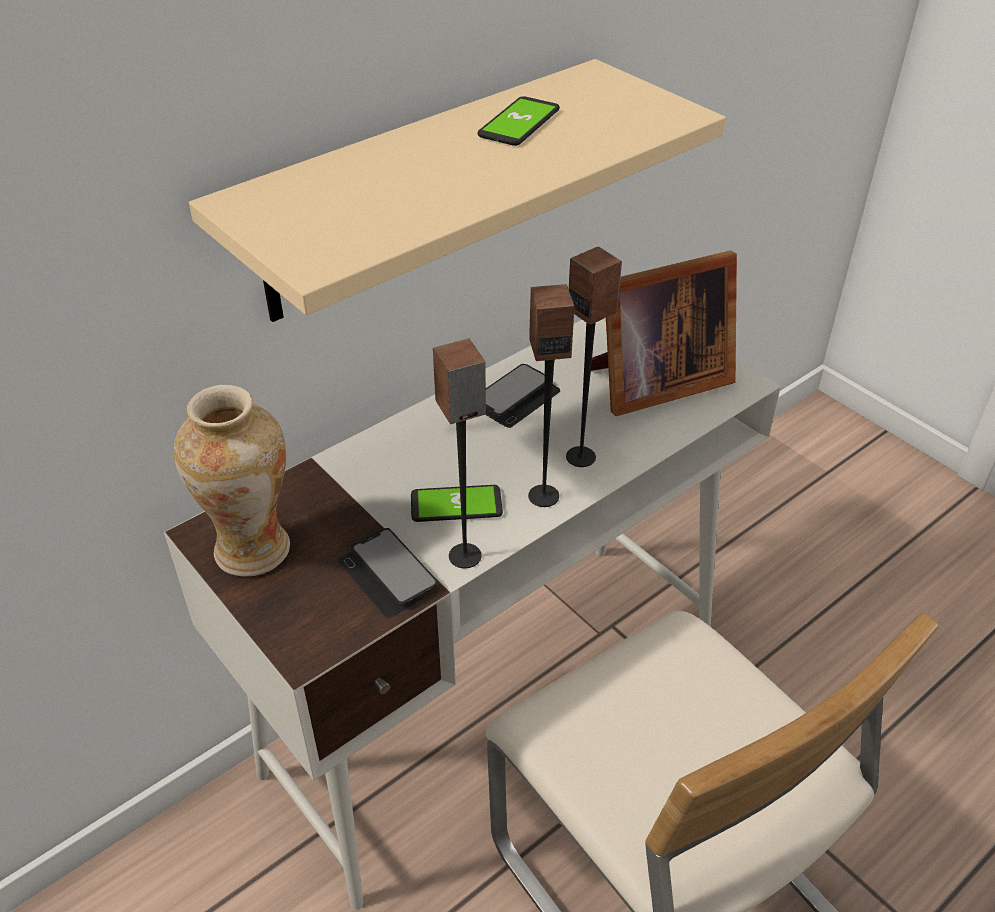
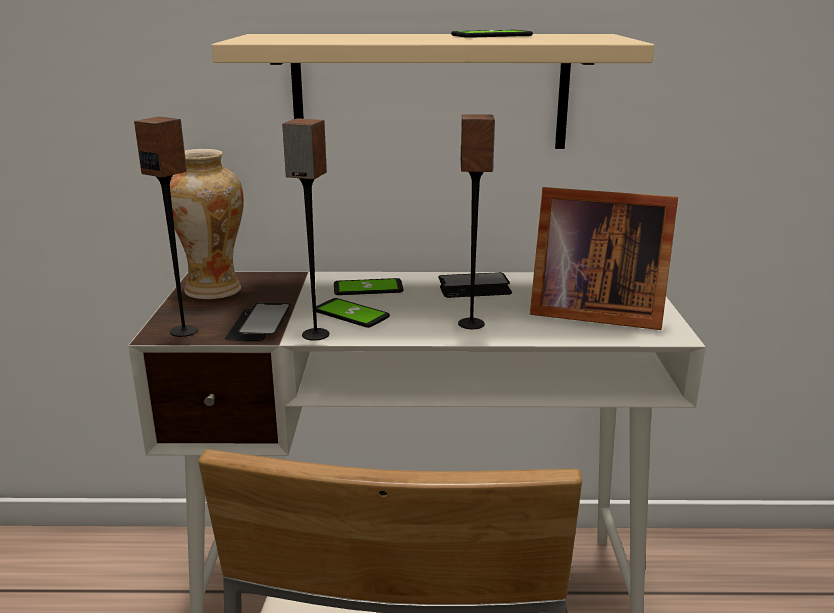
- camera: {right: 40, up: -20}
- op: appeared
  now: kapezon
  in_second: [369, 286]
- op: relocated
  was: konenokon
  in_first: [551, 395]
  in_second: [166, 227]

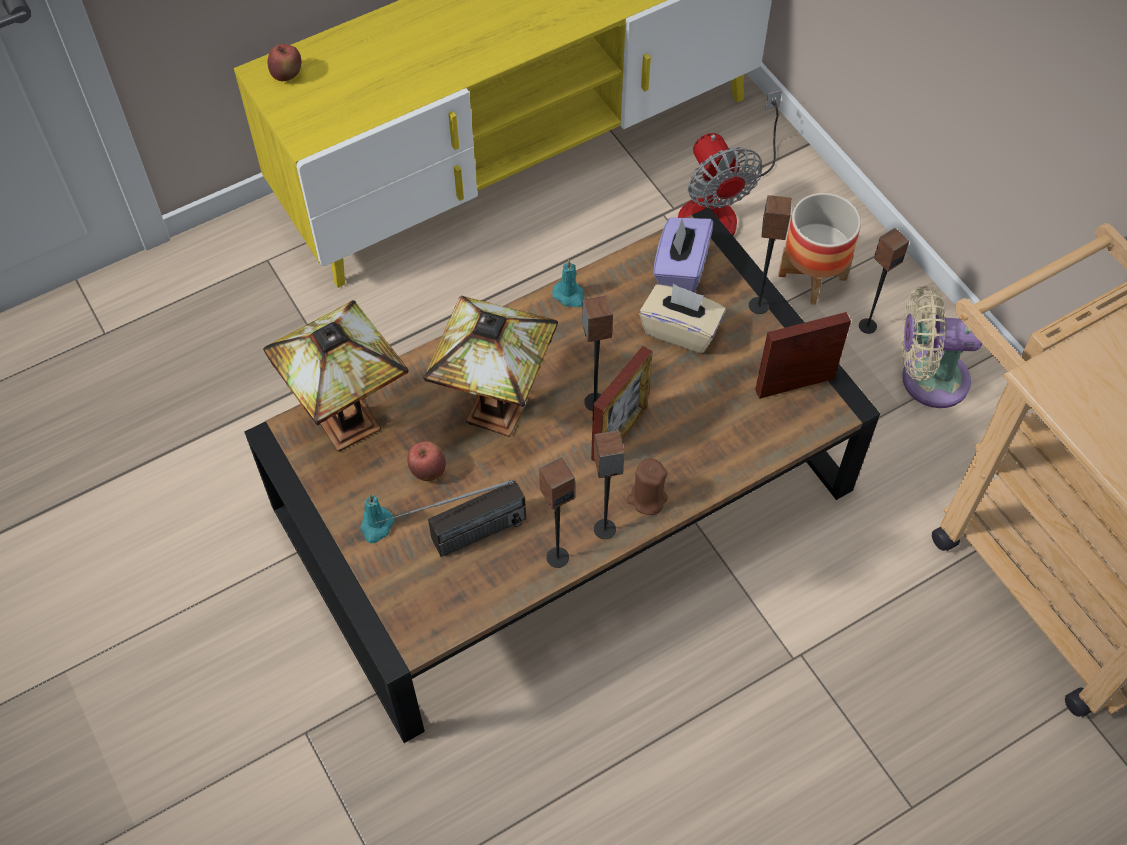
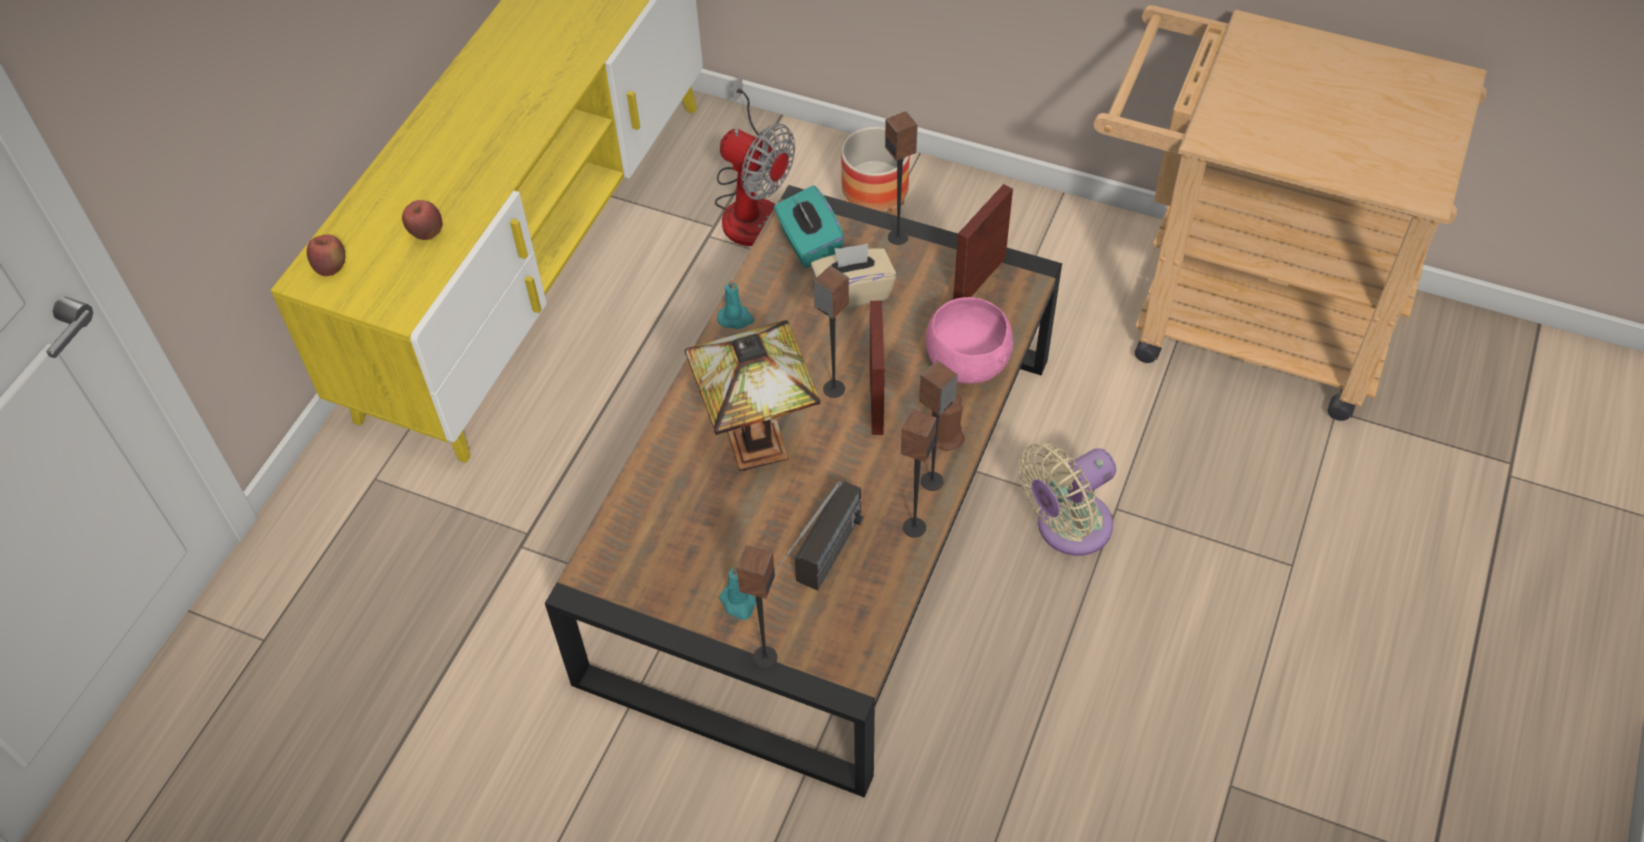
- camera: {right: -35, up: -5}
- op: missing
  was: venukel
  in_first: [335, 376]
- op: appeared
  now: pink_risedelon
  in_second: [969, 340]
- op: relocated
  was: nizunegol
  in_first: [426, 461]
  in_second: [422, 220]
- op: relocated
  was: konenokon
  in_first: [884, 281]
  in_second: [756, 607]
- op: relocated
  was: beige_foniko
  in_first: [942, 346]
  in_second: [1067, 499]
- op: colour
  was: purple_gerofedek
  now: turquoise_gerofedek
  in_first: [683, 255]
  in_second: [809, 226]

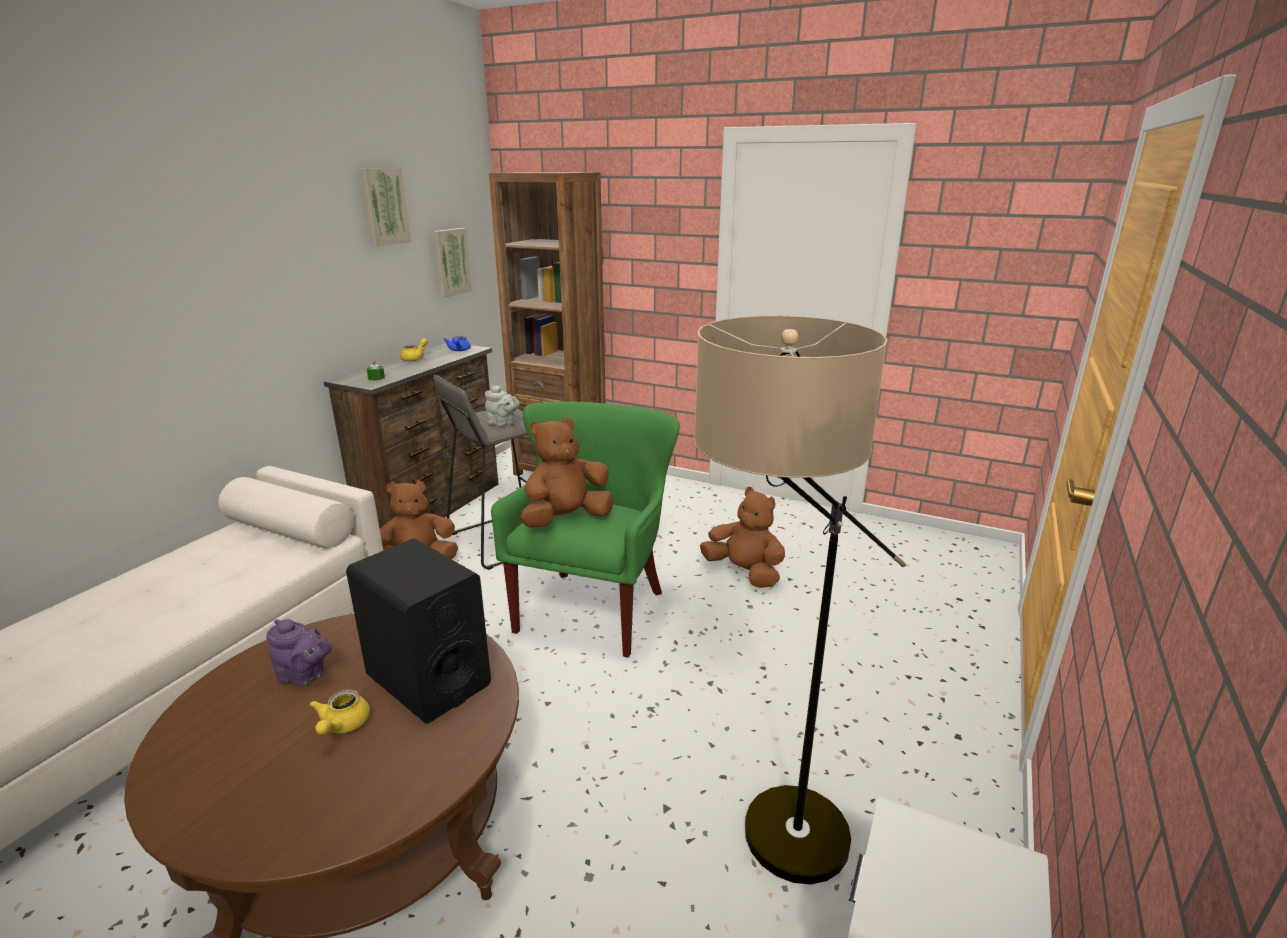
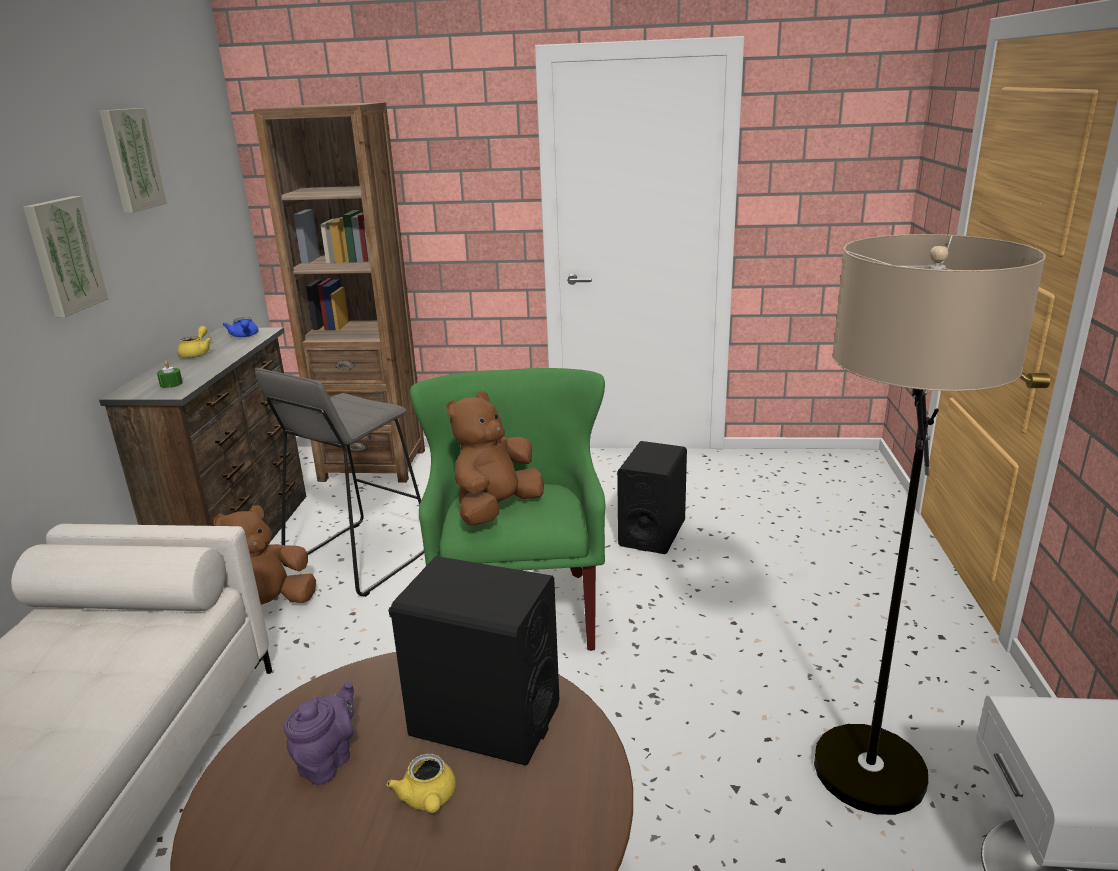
- camera: {right: -20, up: 0}
- op: missing
  was: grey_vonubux
  in_first: [502, 405]
- op: relocated
  was: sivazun
  in_first: [452, 263]
  in_second: [65, 256]
- op: exchanged
  was: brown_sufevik
  now: black_konenokon
  in_first: [742, 537]
  in_second: [652, 497]
- op: spun
  was: purple_vonubux
  in_first: [299, 652]
  in_second: [319, 733]
  clockwise: -60

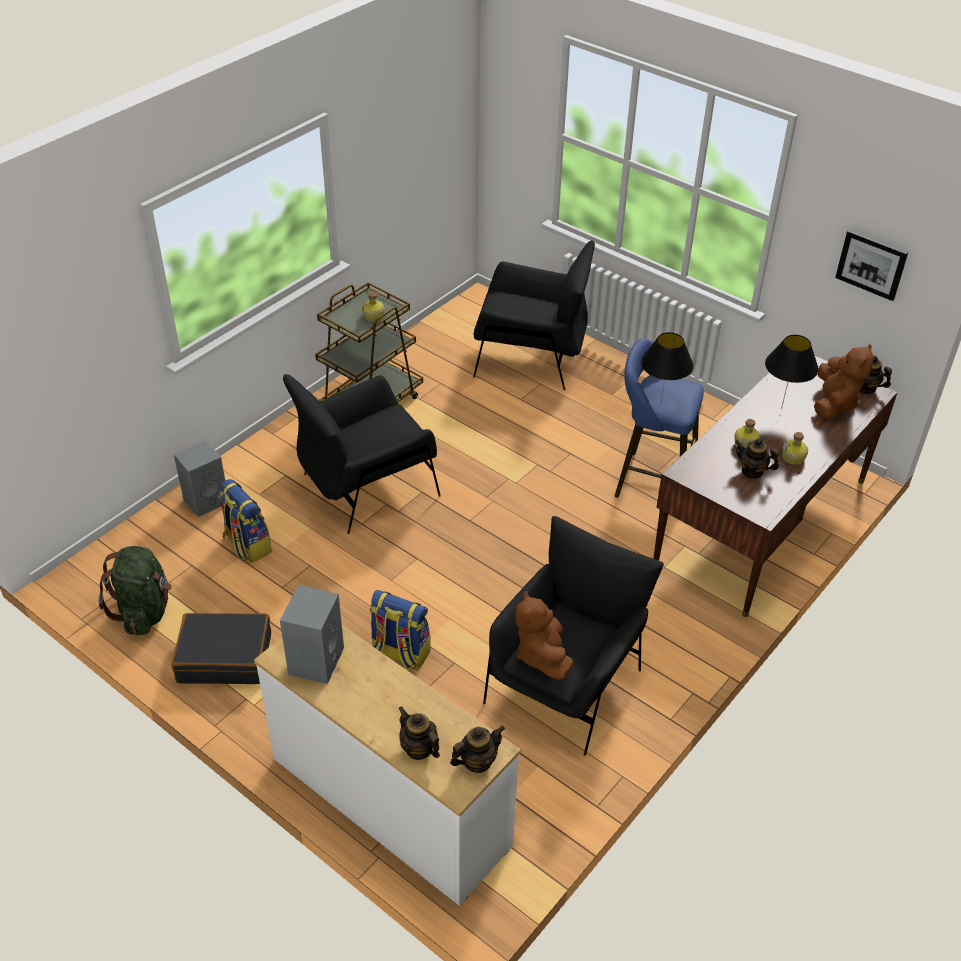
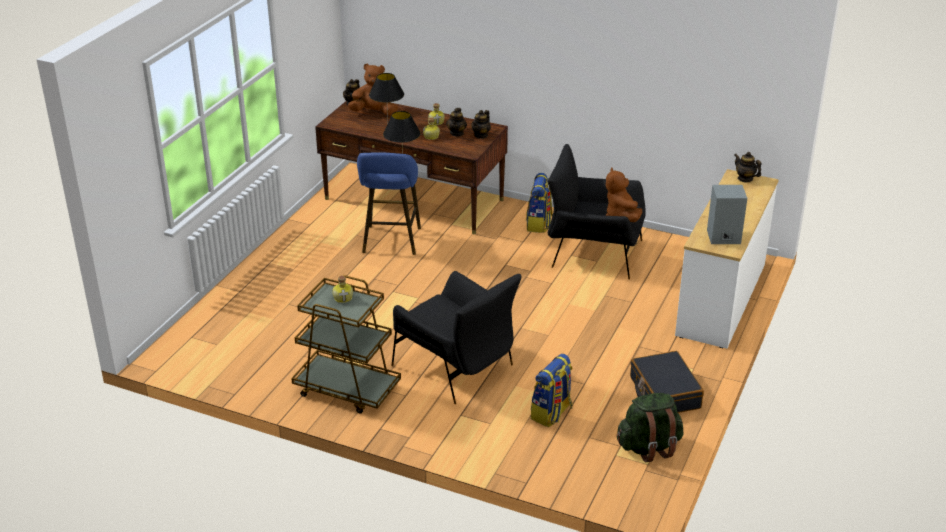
- camera: {right: -105, up: -10}
- op: missing
  was: grey_konenokon
  in_first: [199, 478]
- op: missing
  was: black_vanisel
  in_first: [534, 315]
- op: missing
  was: sivazun
  in_first: [871, 265]
- op: relocated
  was: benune
  in_first: [400, 630]
  in_second: [539, 203]
- op: relocated
  was: vonubux
  in_first: [419, 733]
  in_second: [481, 124]
- op: spun
  was: brown_sufevik
  in_first: [544, 635]
  in_second: [624, 195]
  clockwise: 105

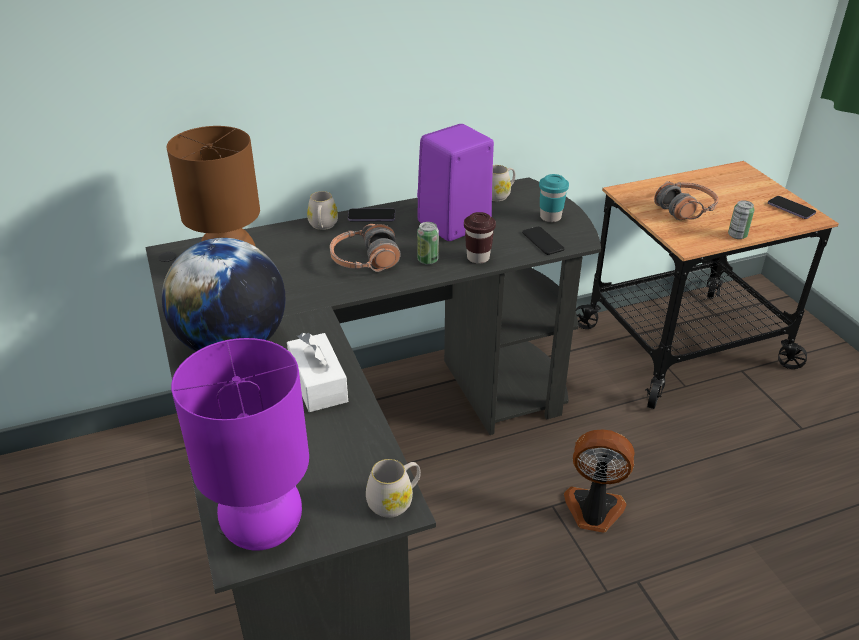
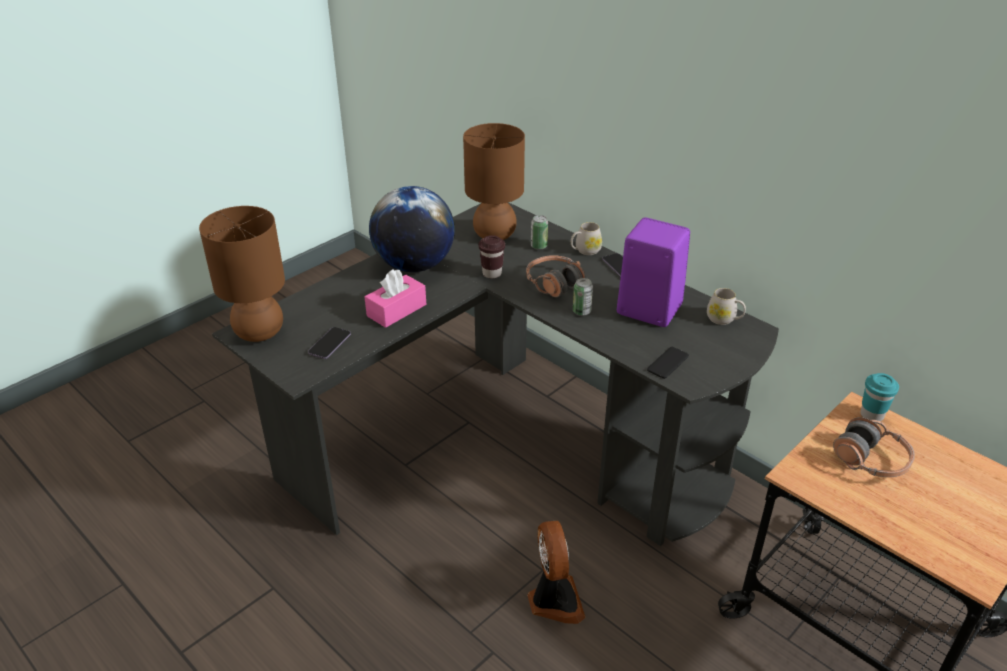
- camera: {right: 65, up: 0}
- op: missing
  was: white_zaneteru
  in_first: [393, 488]
- op: relocated
  was: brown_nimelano
  in_first: [480, 238]
  in_second: [492, 256]
- op: relocated
  was: turquoise_nimelano
  in_first: [554, 198]
  in_second: [880, 397]
- op: relocated
  was: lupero
  in_first: [741, 219]
  in_second: [539, 232]
- op: relocated
  was: kapezon
  in_first: [792, 207]
  in_second: [329, 343]
- op: colour
  was: purple_venukel
  now: brown_venukel
  in_first: [240, 444]
  in_second: [242, 274]
- op: colour
  was: white_gerofedek
  now: pink_gerofedek
  in_first: [317, 372]
  in_second: [395, 298]

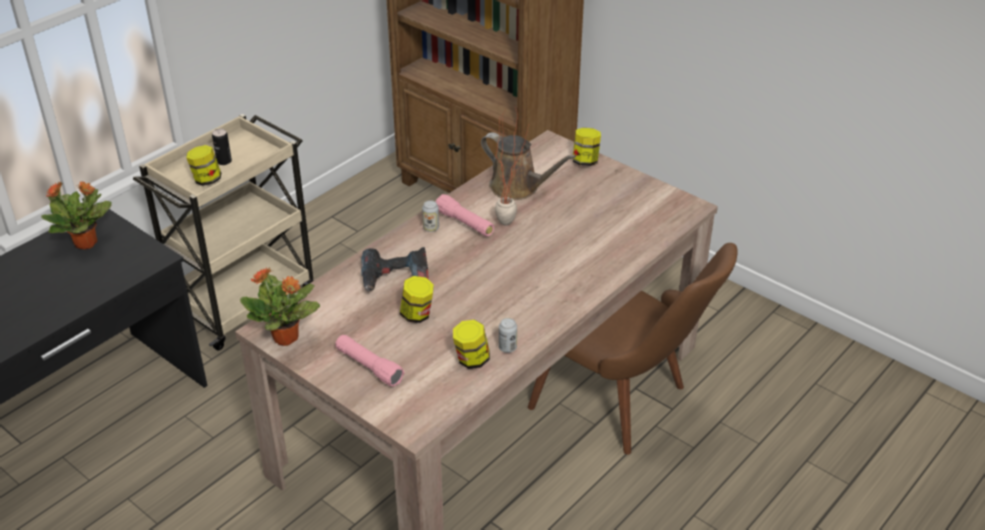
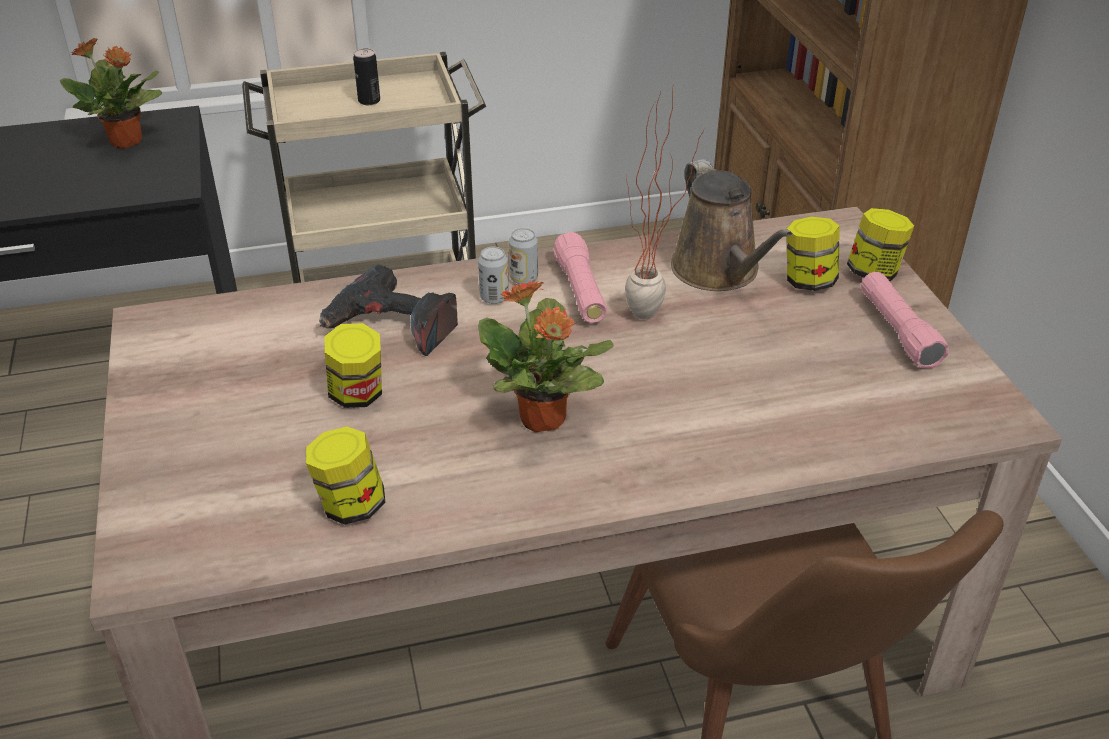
- camera: {right: 35, up: 0}
- op: relocated
  was: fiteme
  in_first: [203, 165]
  in_second: [813, 254]
- op: relocated
  was: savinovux
  in_first: [280, 306]
  in_second: [546, 356]
- op: relocated
  was: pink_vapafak
  in_first: [370, 361]
  in_second: [905, 320]
- op: relocated
  was: lupero
  in_first: [508, 335]
  in_second: [493, 275]

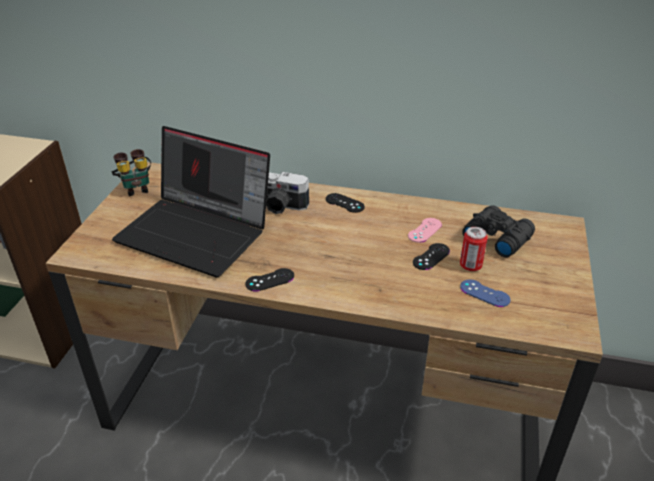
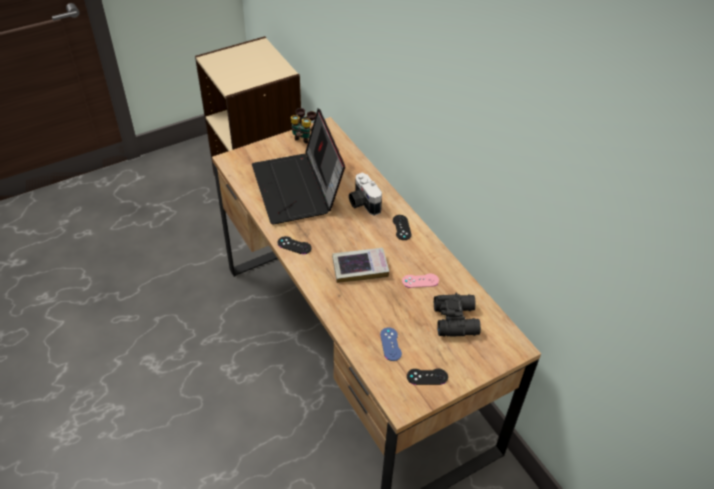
- camera: {right: 45, up: 10}
- op: missing
  was: lupero
  in_first: [474, 249]
- op: appeared
  now: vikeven
  in_second: [360, 265]
- op: relocated
  was: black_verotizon
  in_first: [431, 256]
  in_second: [427, 377]

